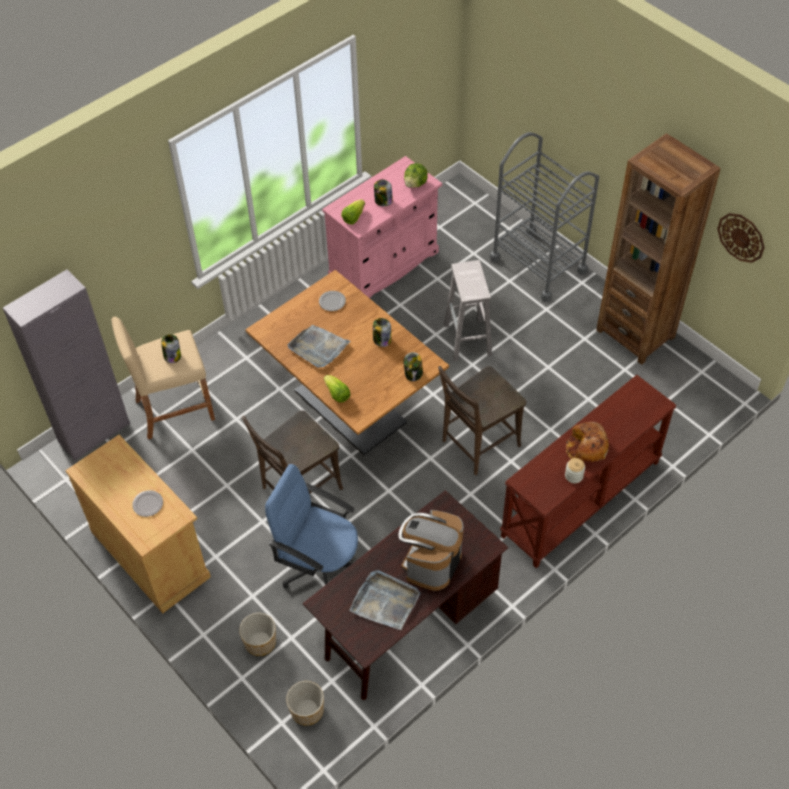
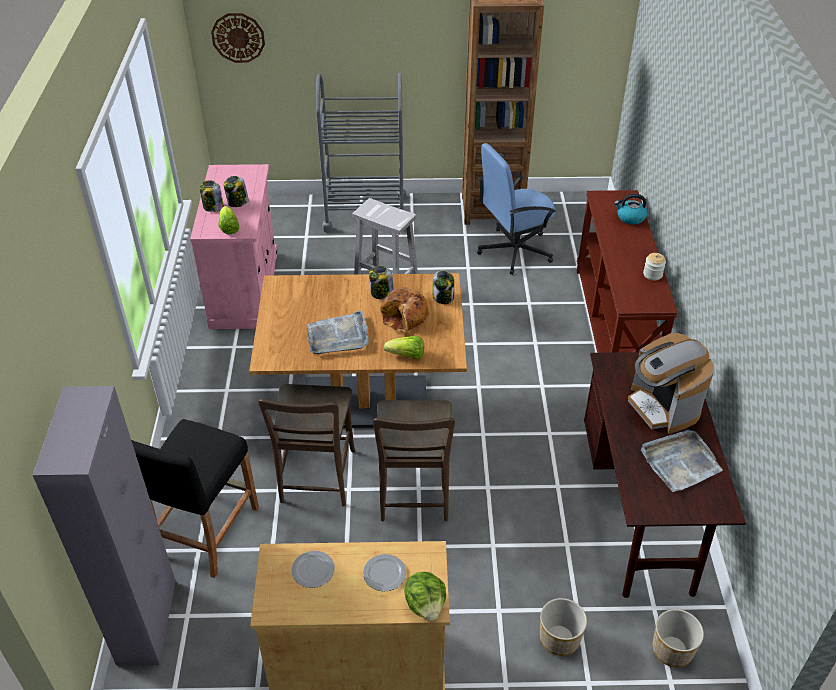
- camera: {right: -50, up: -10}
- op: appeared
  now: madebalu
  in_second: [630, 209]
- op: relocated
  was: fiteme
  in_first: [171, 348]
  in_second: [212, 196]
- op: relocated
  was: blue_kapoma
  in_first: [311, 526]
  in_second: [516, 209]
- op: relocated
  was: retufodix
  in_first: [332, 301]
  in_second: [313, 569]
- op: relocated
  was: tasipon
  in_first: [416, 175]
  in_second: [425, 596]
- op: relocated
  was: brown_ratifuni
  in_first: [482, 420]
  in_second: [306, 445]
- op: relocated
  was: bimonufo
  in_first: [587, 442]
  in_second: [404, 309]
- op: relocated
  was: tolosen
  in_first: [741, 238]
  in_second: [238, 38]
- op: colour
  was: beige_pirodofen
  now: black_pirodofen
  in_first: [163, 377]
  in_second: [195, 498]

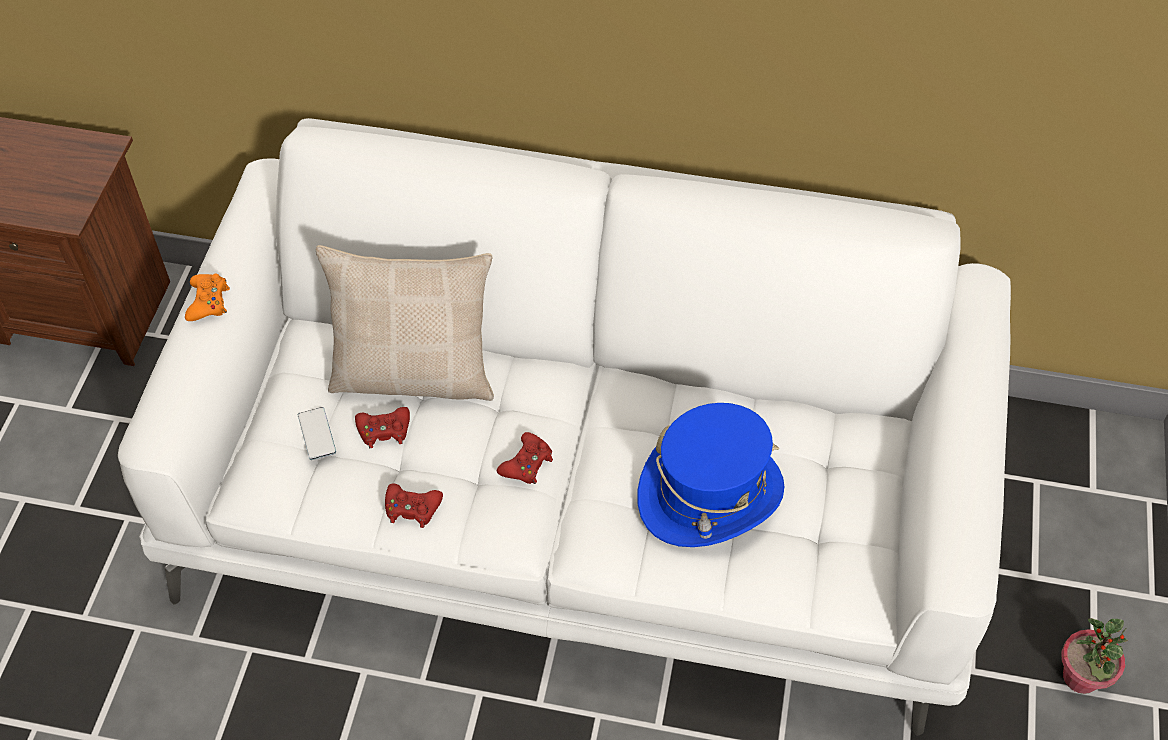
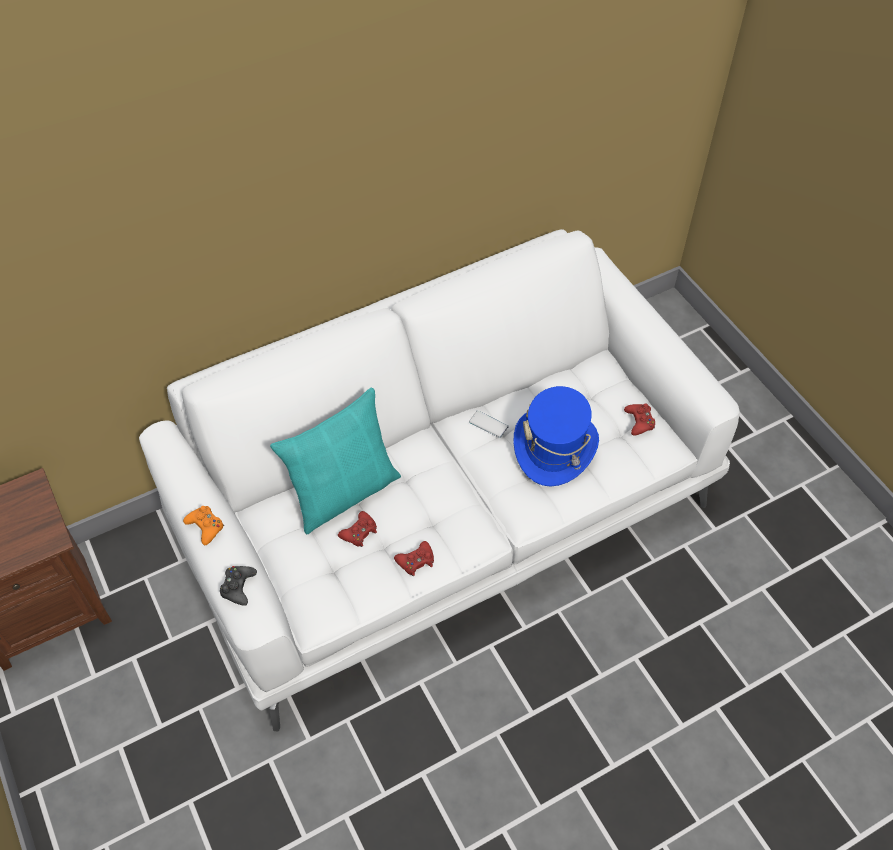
- camera: {right: -40, up: 0}
- op: missing
  was: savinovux
  in_first: [1094, 656]
- op: appeared
  now: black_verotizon
  in_second: [238, 586]
- op: relocated
  was: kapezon
  in_first: [317, 433]
  in_second: [489, 424]
- op: relocated
  was: red_verotizon
  in_first: [525, 458]
  in_second: [639, 419]
- op: colour
  was: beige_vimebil
  now: turquoise_vimebil
  in_first: [405, 323]
  in_second: [335, 460]

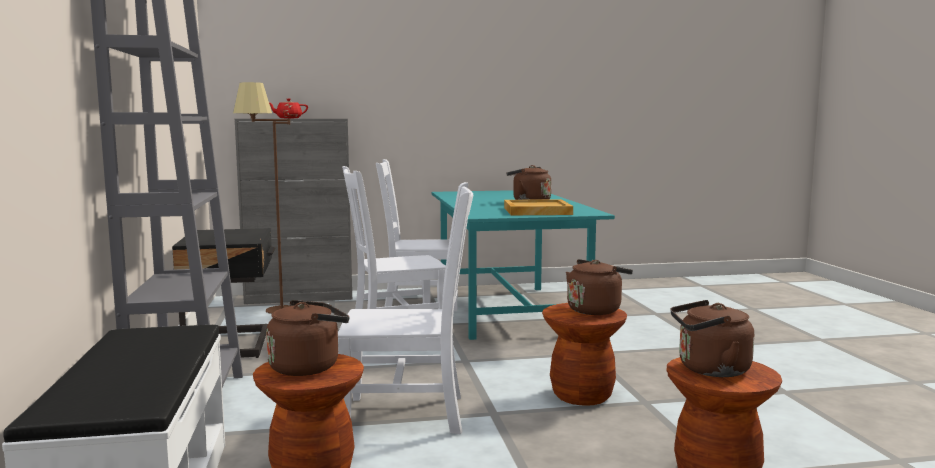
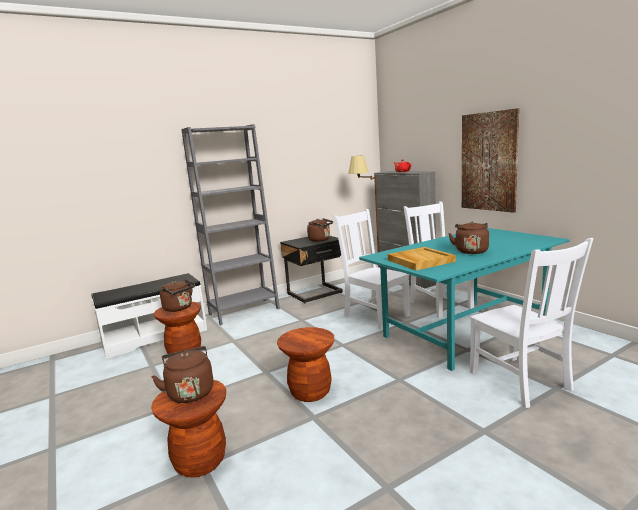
- camera: {right: 70, up: 5}
- op: appeared
  now: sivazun
  in_second: [491, 160]
- op: relocated
  was: white_ratifuni
  in_first: [405, 308]
  in_second: [531, 323]
- op: relocated
  was: brown_madebalu
  in_first: [599, 287]
  in_second: [320, 230]

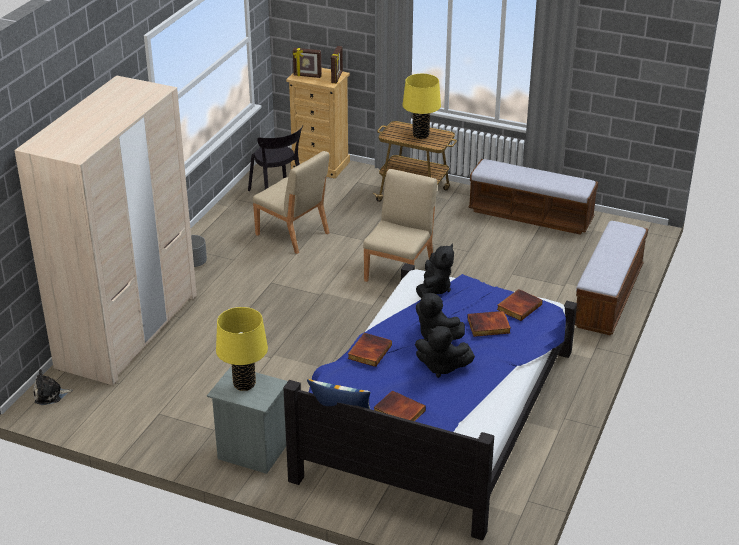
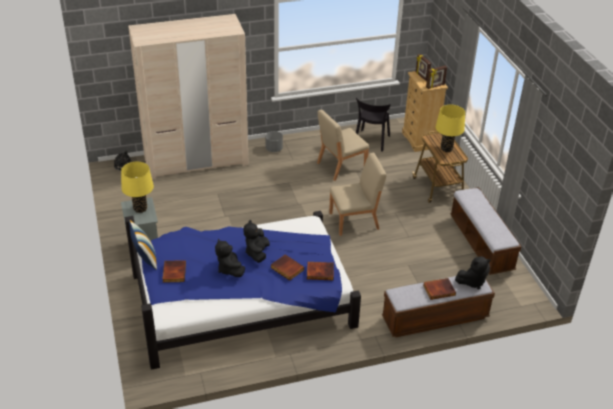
- camera: {right: 50, up: 5}
- op: relocated
  was: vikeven
  in_first: [370, 350]
  in_second: [439, 289]
- op: relocated
  was: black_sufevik
  in_first: [435, 271]
  in_second: [472, 272]
- op: spun
  was: beige_ratifuni
  in_first: [291, 202]
  in_second: [343, 145]
  clockwise: 60

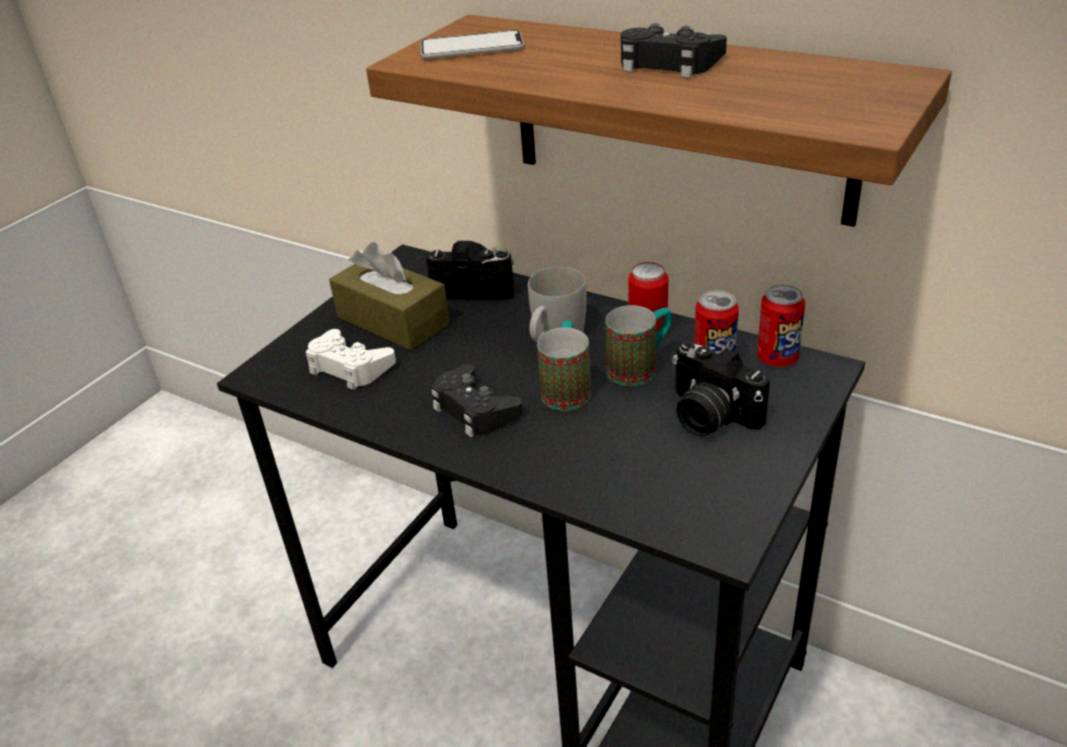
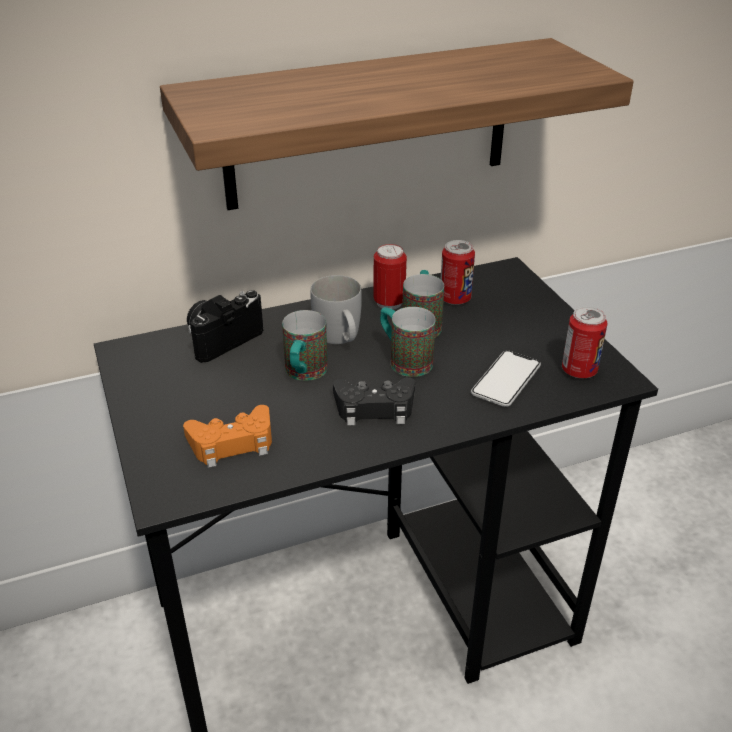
- camera: {right: -55, up: 0}
- op: missing
  was: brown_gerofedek
  in_first: [389, 296]
- op: missing
  was: black_verotizon
  in_first: [674, 50]
- op: missing
  was: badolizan
  in_first: [721, 388]
- op: appeared
  now: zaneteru
  in_second: [305, 345]
- op: relocated
  was: kapezon
  in_first: [472, 44]
  in_second: [506, 378]
- op: relocated
  was: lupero
  in_first: [781, 326]
  in_second: [584, 342]
- op: colour
  was: white_verotizon
  now: orange_verotizon
  in_first: [351, 359]
  in_second: [227, 436]

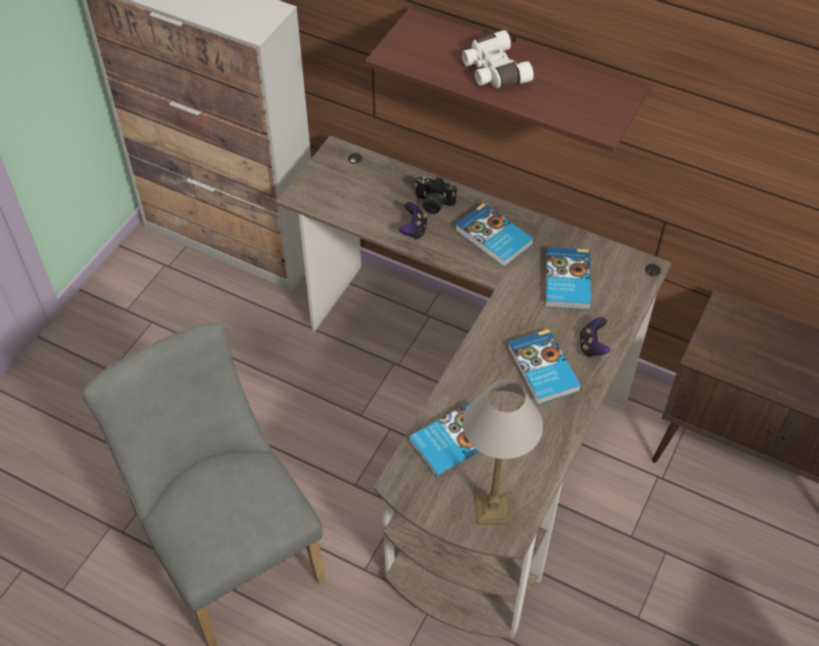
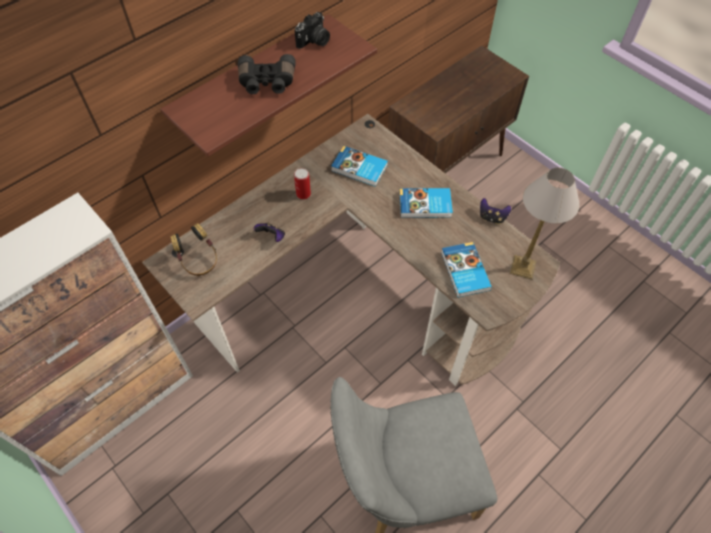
- camera: {right: -70, up: 5}
- op: appeared
  now: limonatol
  in_second: [193, 249]
- op: relocated
  was: badolizan
  in_first: [436, 195]
  in_second: [312, 30]
- op: relocated
  was: verotizon
  in_first: [594, 337]
  in_second: [495, 211]
- op: exchanged
  was: vikeven
  now: lupero
  in_first: [494, 235]
  in_second: [302, 184]
- op: colour
  was: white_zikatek
  now: black_zikatek
  in_first: [498, 59]
  in_second: [267, 74]

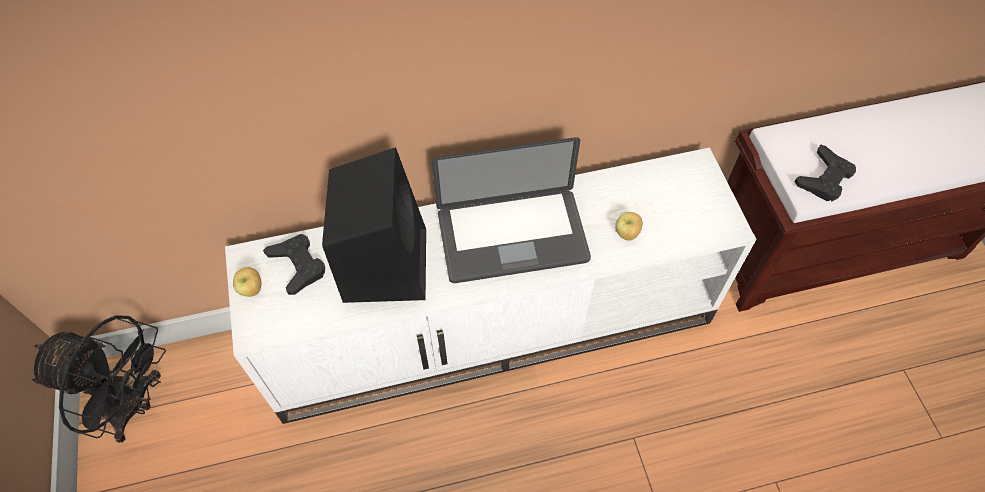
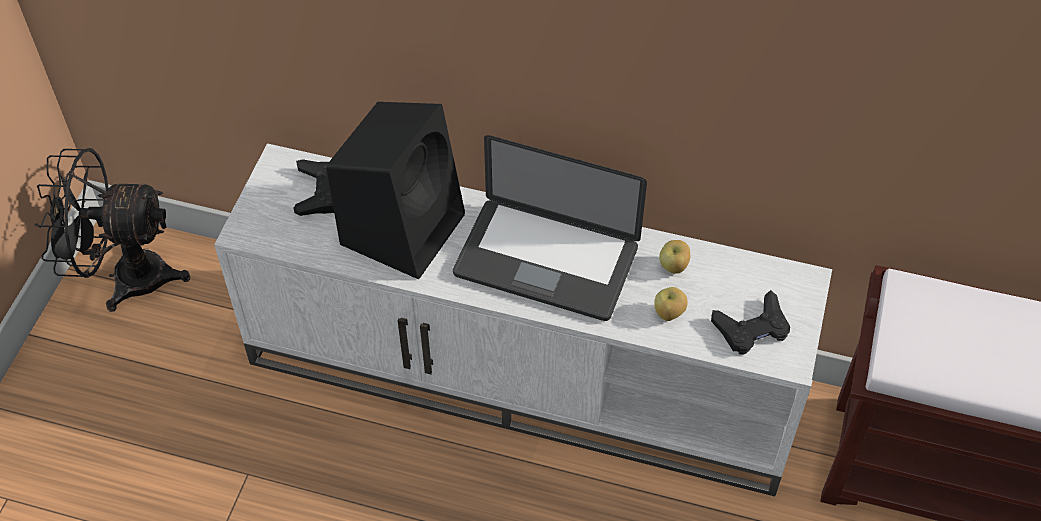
- camera: {right: 30, up: -5}
- op: relocated
  was: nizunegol
  in_first: [247, 282]
  in_second: [674, 257]
- op: relocated
  was: black_verotizon
  in_first: [825, 172]
  in_second: [750, 322]
- op: spun
  was: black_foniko
  in_first: [99, 379]
  in_second: [112, 230]
  clockwise: 135

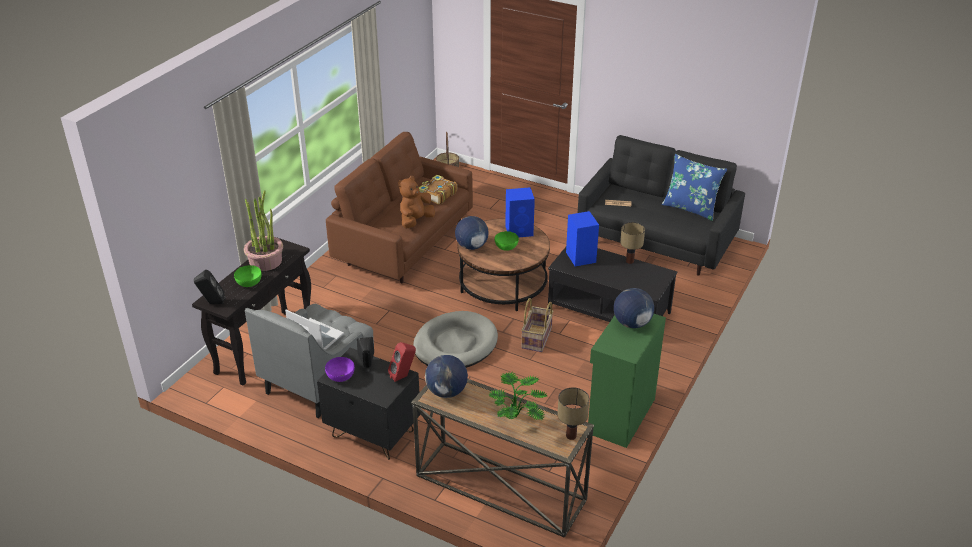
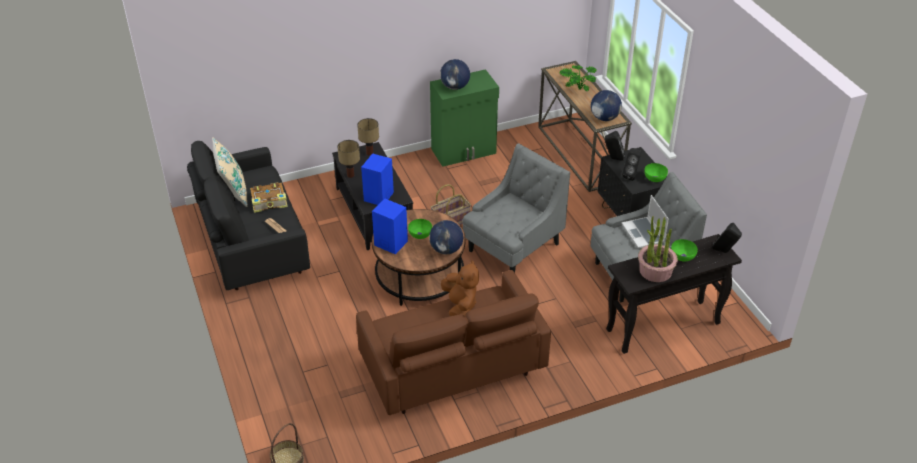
- camera: {right: -140, up: 5}
- op: relocated
  was: vikeven
  in_first: [438, 190]
  in_second: [269, 197]
- op: relocated
  was: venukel
  in_first: [573, 413]
  in_second: [368, 137]
- op: exchanged
  was: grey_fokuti
  now: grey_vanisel
  in_first: [455, 339]
  in_second: [516, 208]
- op: colour
  was: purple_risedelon
  now: green_risedelon
  in_first: [340, 369]
  in_second: [656, 172]
- op: colour
  was: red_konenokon
  now: black_konenokon
  in_first: [402, 362]
  in_second: [615, 146]
- op: colour
  was: blue_vimebil
  now: beige_vimebil
  in_first: [694, 187]
  in_second: [230, 172]
- op: spun
  was: brown_sufevik
  in_first: [416, 202]
  in_second: [460, 288]
  clockwise: -90

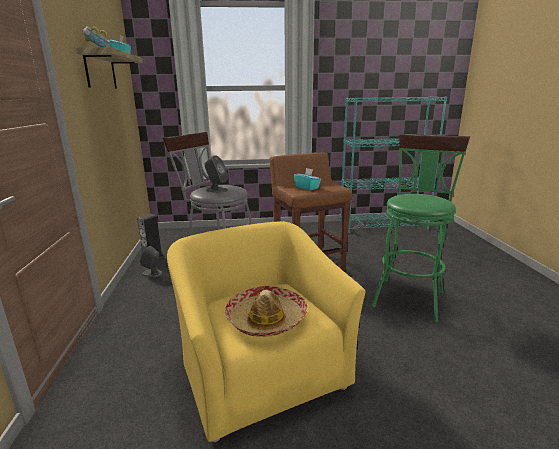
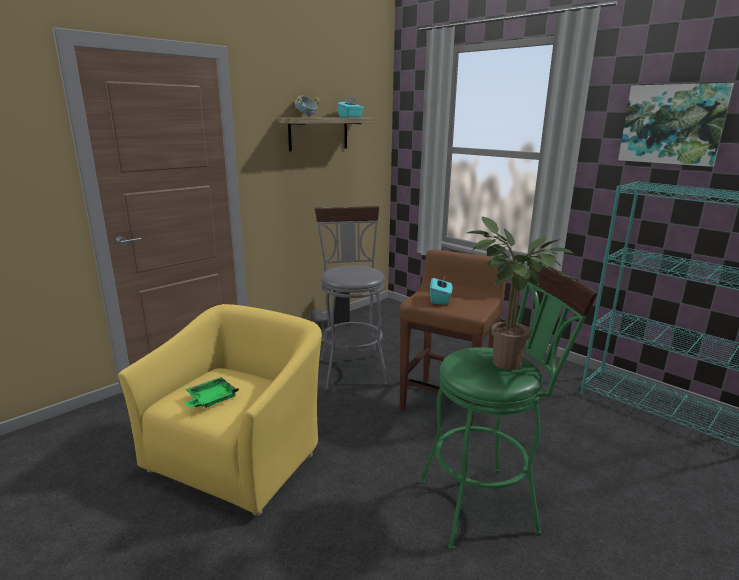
- camera: {right: 50, up: 0}
- op: missing
  was: grey_konenokon
  in_first: [216, 174]
- op: appeared
  now: savinovux
  in_second: [520, 293]
- op: appeared
  now: sivazun
  in_second: [676, 125]
- op: exchanged
  was: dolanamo
  now: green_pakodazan
  in_first: [266, 311]
  in_second: [211, 392]

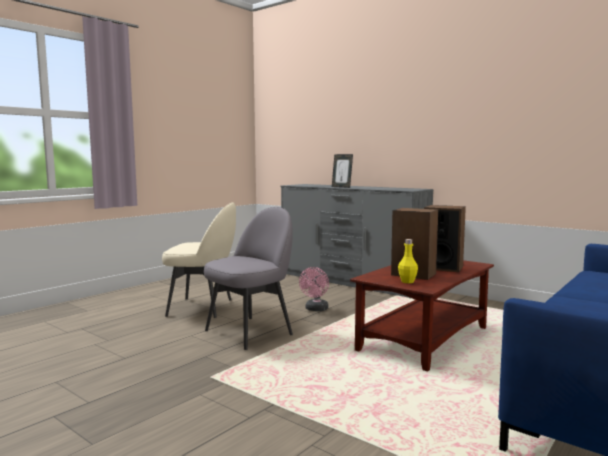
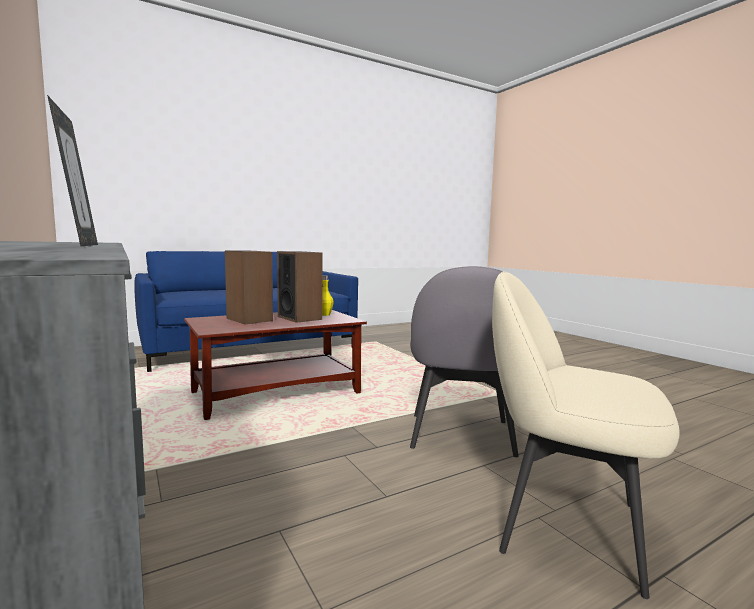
- camera: {right: -160, up: 0}
- op: missing
  was: pink_foniko
  in_first: [314, 289]
- op: spun
  was: grey_ratifuni
  in_first: [248, 278]
  in_second: [464, 361]
  clockwise: -60

